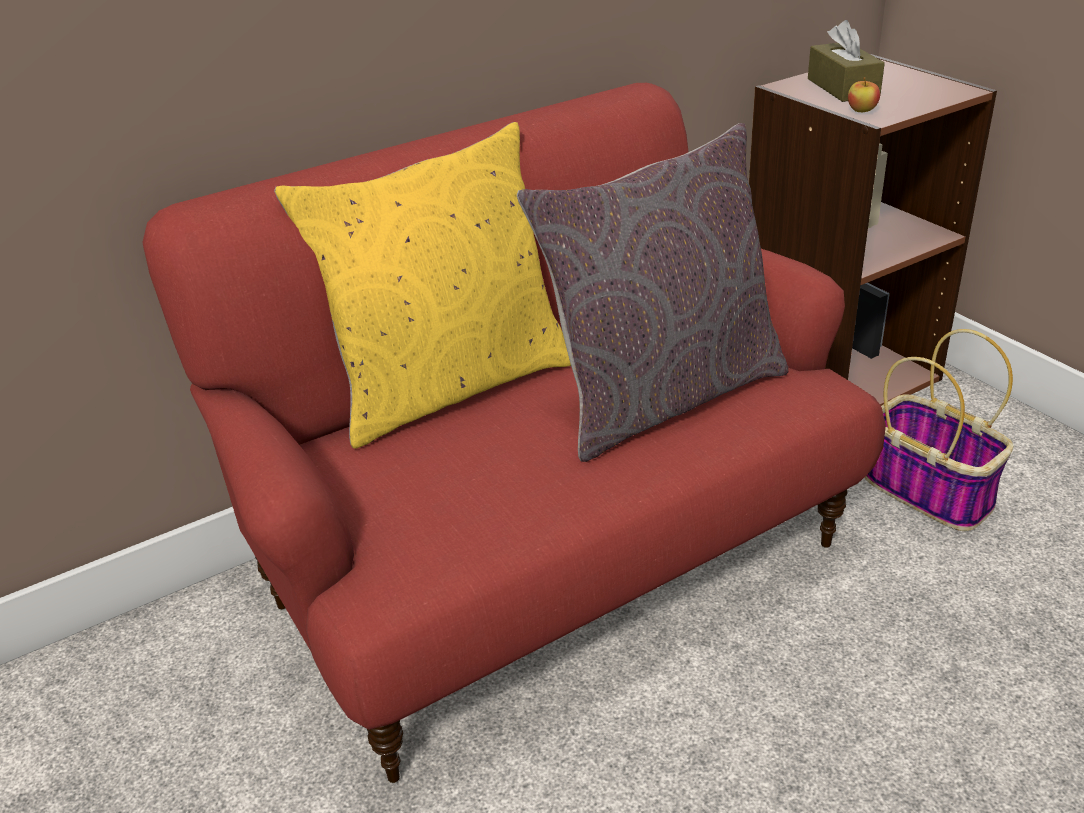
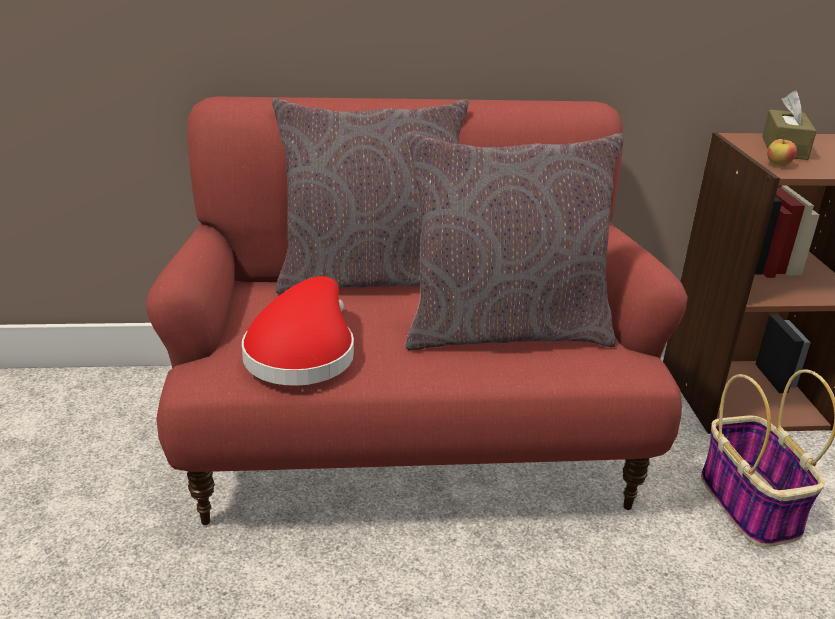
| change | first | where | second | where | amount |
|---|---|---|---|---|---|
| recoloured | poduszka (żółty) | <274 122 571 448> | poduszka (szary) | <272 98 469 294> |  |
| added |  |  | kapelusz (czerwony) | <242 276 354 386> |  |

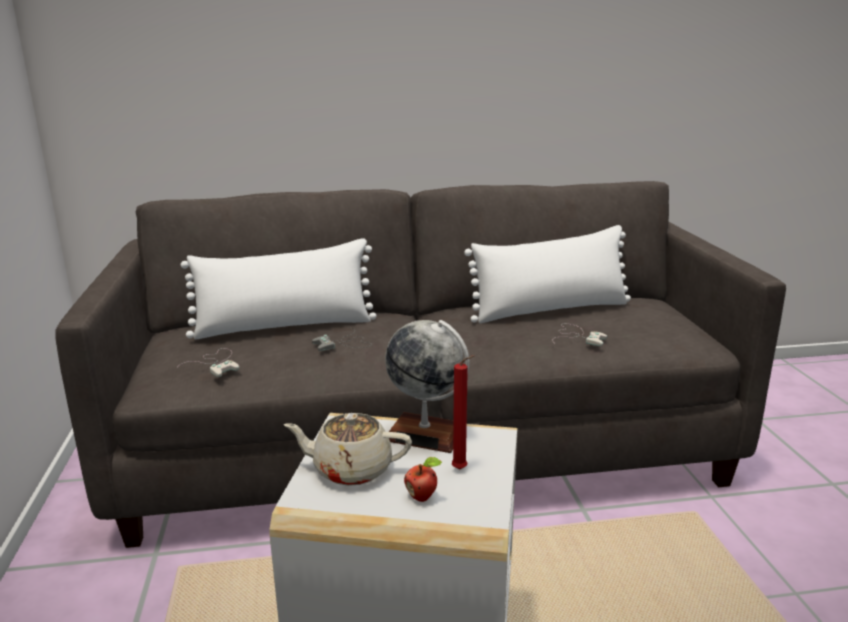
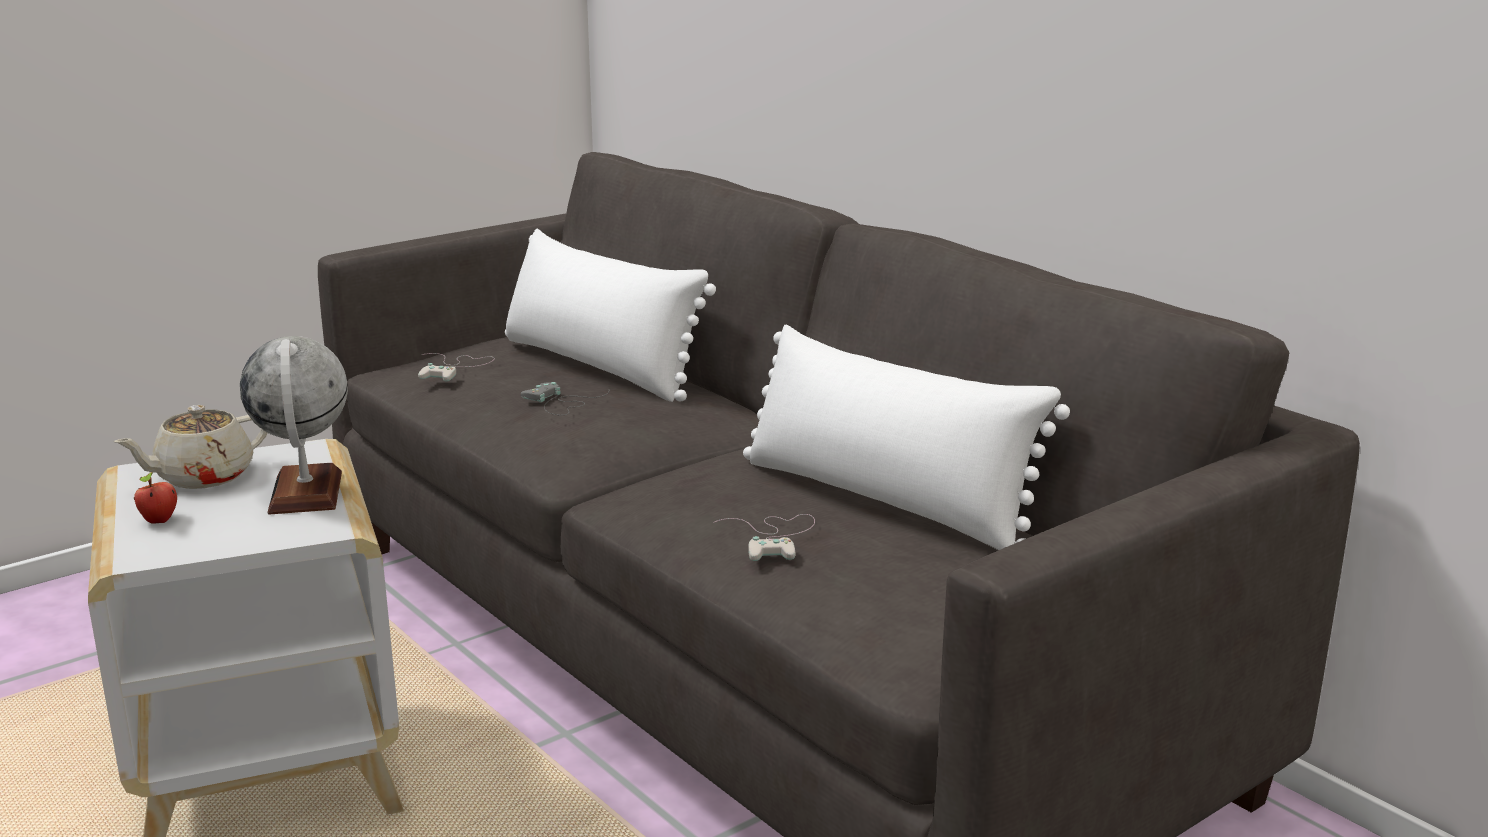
| change | first | where | second | where | amount |
|---|---|---|---|---|---|
| removed | świeca (czerwony) | <452 355 475 470> |  |  |  |
| turned | imbryk (beżowy) | <283 413 412 486> |  | <114 405 268 489> | 105 degrees counterclockwise |

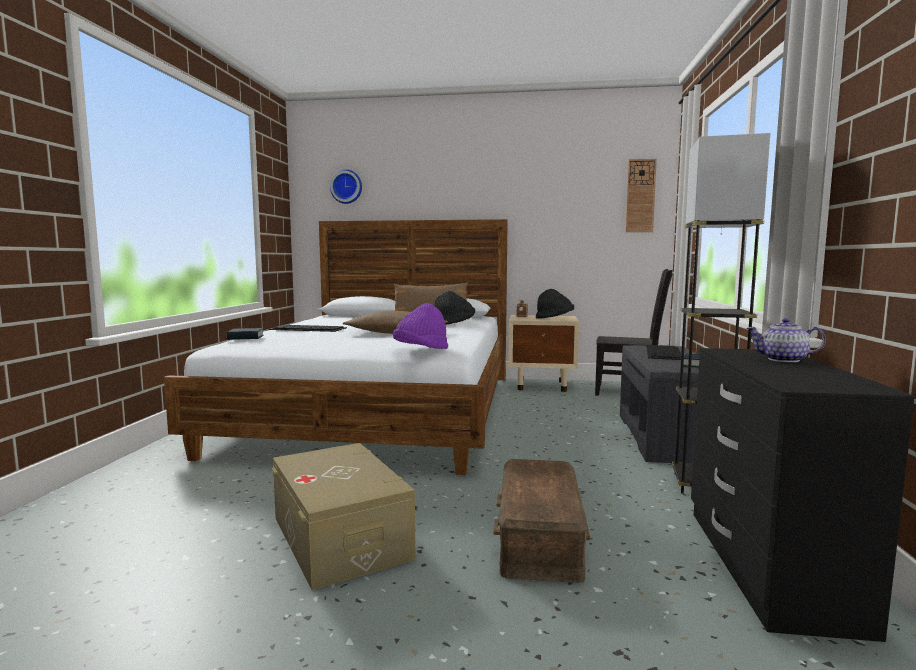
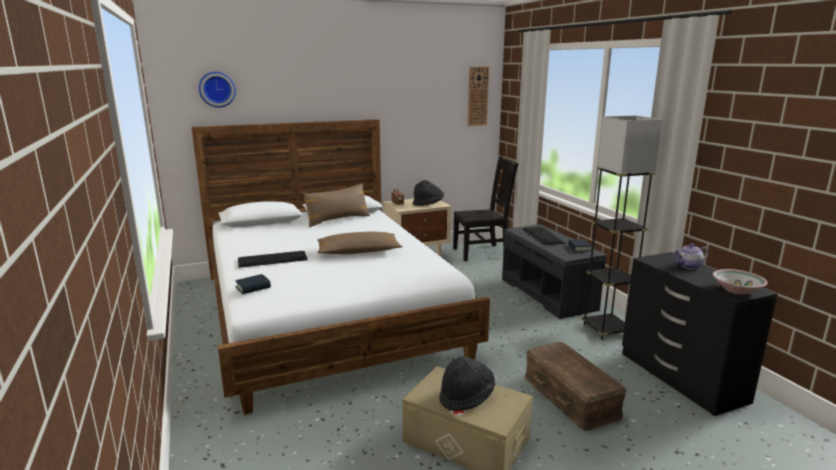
| change | first | where | second | where | amount |
|---|---|---|---|---|---|
| moved | kapelusz (czarny) | <435 291 475 325> |  | <439 356 495 411> |  |
| removed | kapelusz (fioletowy) | <393 303 448 349> |  |  |  |
| added |  |  | miska | <713 269 767 294> |  |

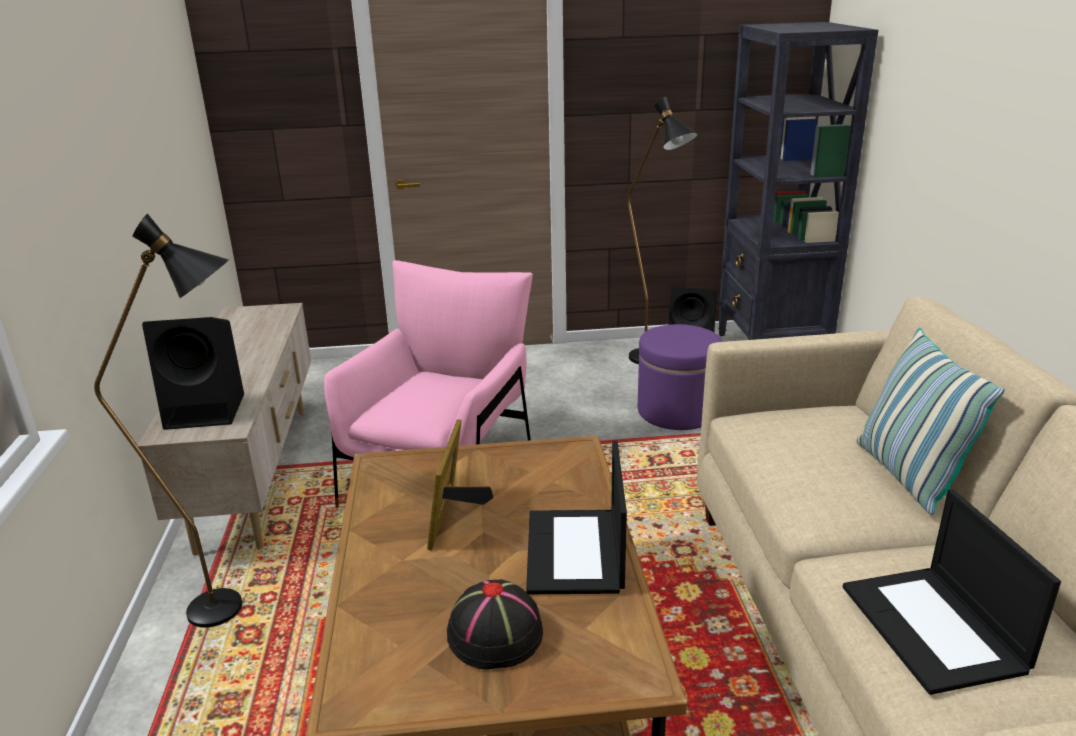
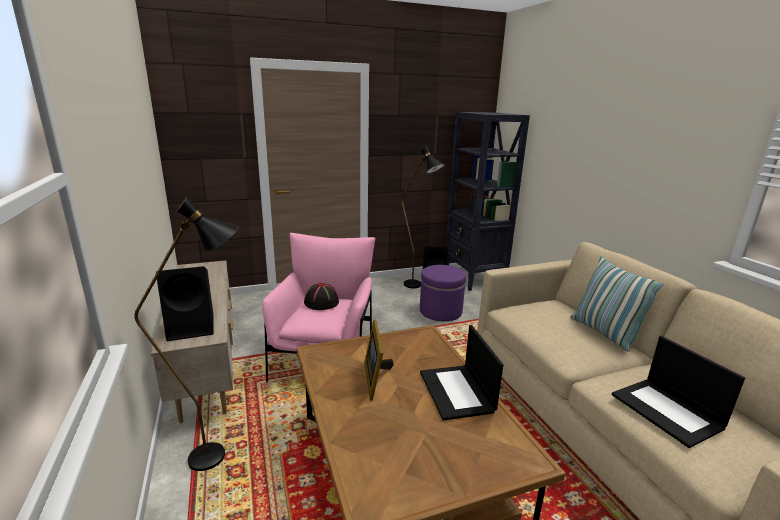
| change | first | where | second | where | amount |
|---|---|---|---|---|---|
| moved | kapelusz (czarny) | <447 579 543 669> |  | <304 283 339 310> |  |

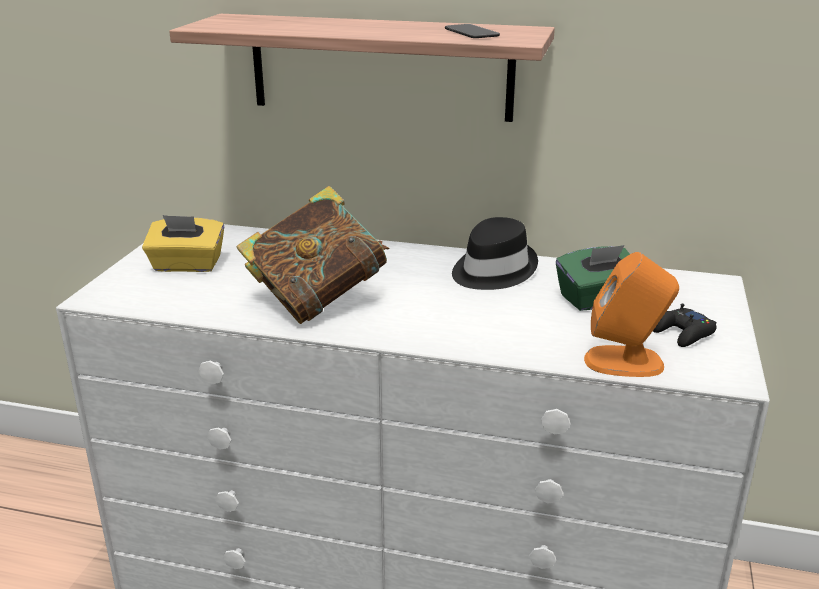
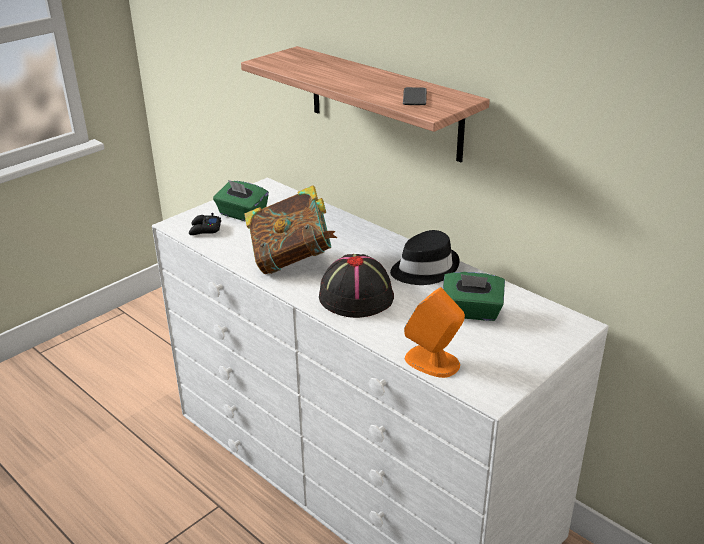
| change | first | where | second | where | amount |
|---|---|---|---|---|---|
| recoloured | pudełko chusteczek (żółty) | <142 215 224 272> | pudełko chusteczek (zielony) | <213 180 269 222> |  |
| moved | pad do gier (czarny) | <653 304 717 347> |  | <189 213 221 235> |  |
| added |  |  | kapelusz (czarny) | <319 254 394 318> |  |

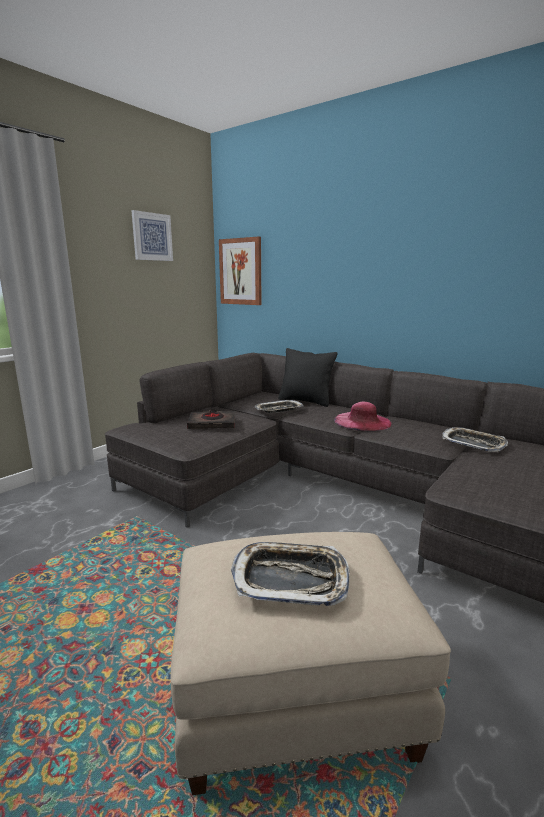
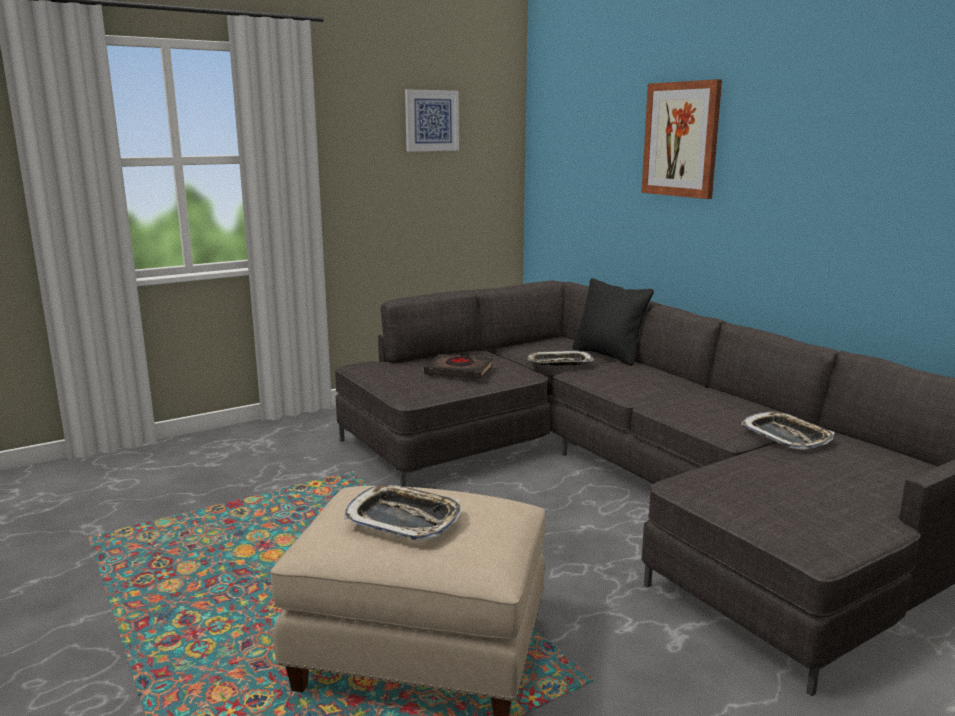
| change | first | where | second | where | amount |
|---|---|---|---|---|---|
| moved | obraz | <219 236 261 305> |  | <641 79 722 199> |  |
| removed | kapelusz (różowy) | <334 402 391 431> |  |  |  |

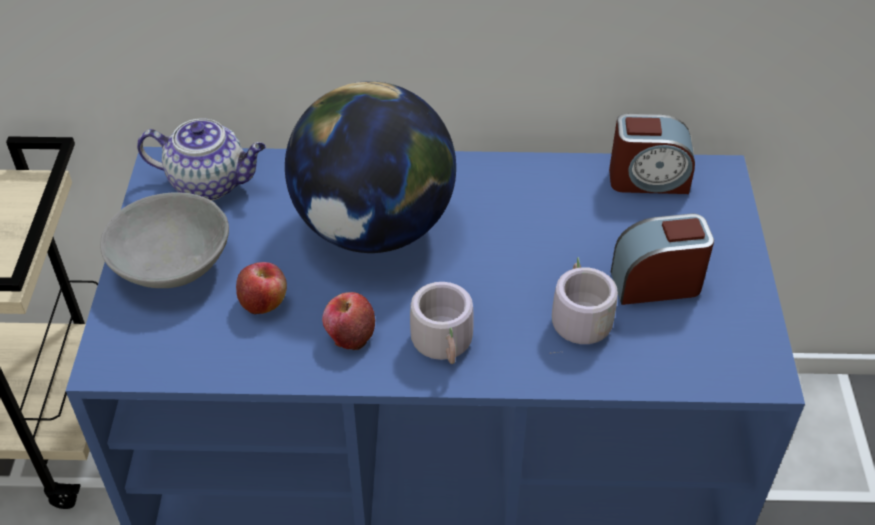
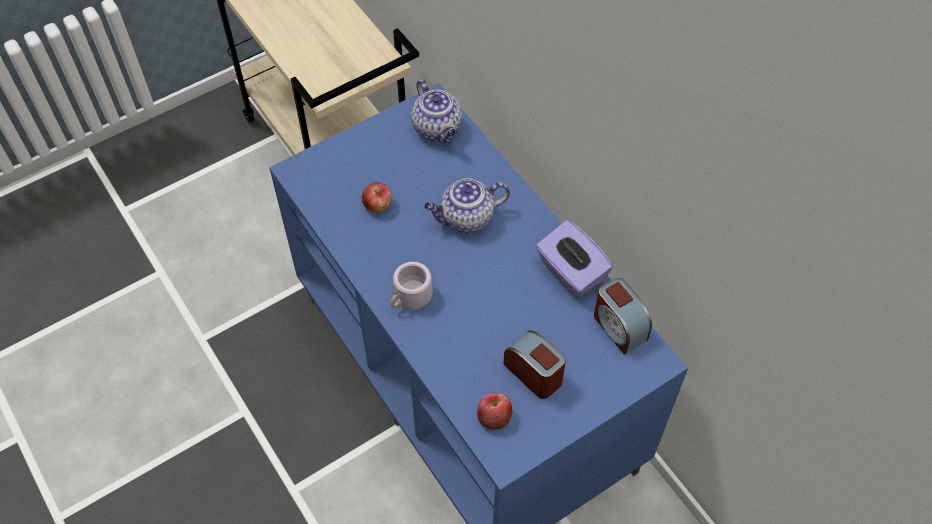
| change | first | where | second | where | amount |
|---|---|---|---|---|---|
| replaced | globus | <285 81 456 253> | imbryk | <424 178 510 233> |  |
| removed | miska (szary) | <100 192 229 288> |  |  |  |
| removed | kubek (szary) | <552 257 618 353> |  |  |  |
| moved | jabłko | <322 292 375 350> |  | <477 393 512 430> |  |
| added |  |  | pudełko chusteczek (fioletowy) | <536 220 613 298> |  |

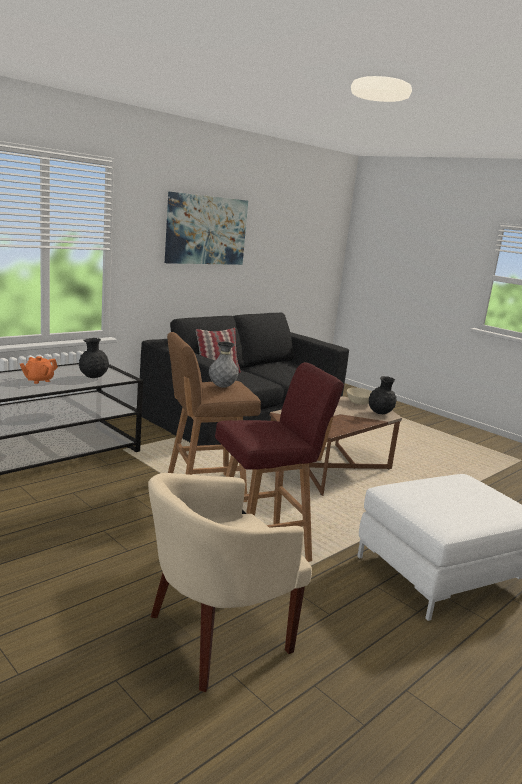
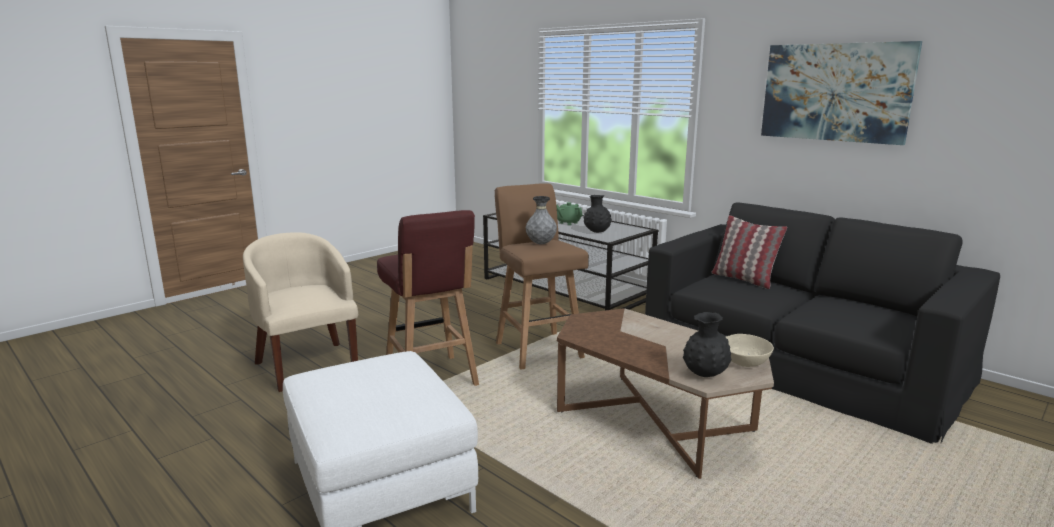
| change | first | where | second | where | amount |
|---|---|---|---|---|---|
| recoloured | imbryk (pomarańczowy) | <20 356 58 384> | imbryk (zielony) | <556 202 583 225> |  |

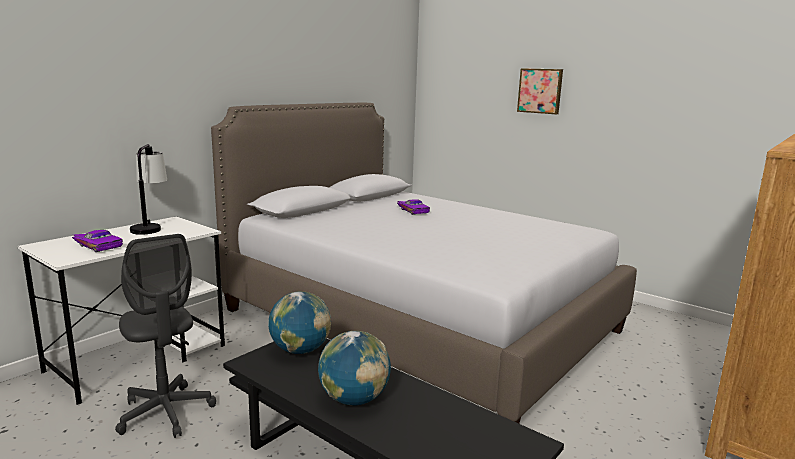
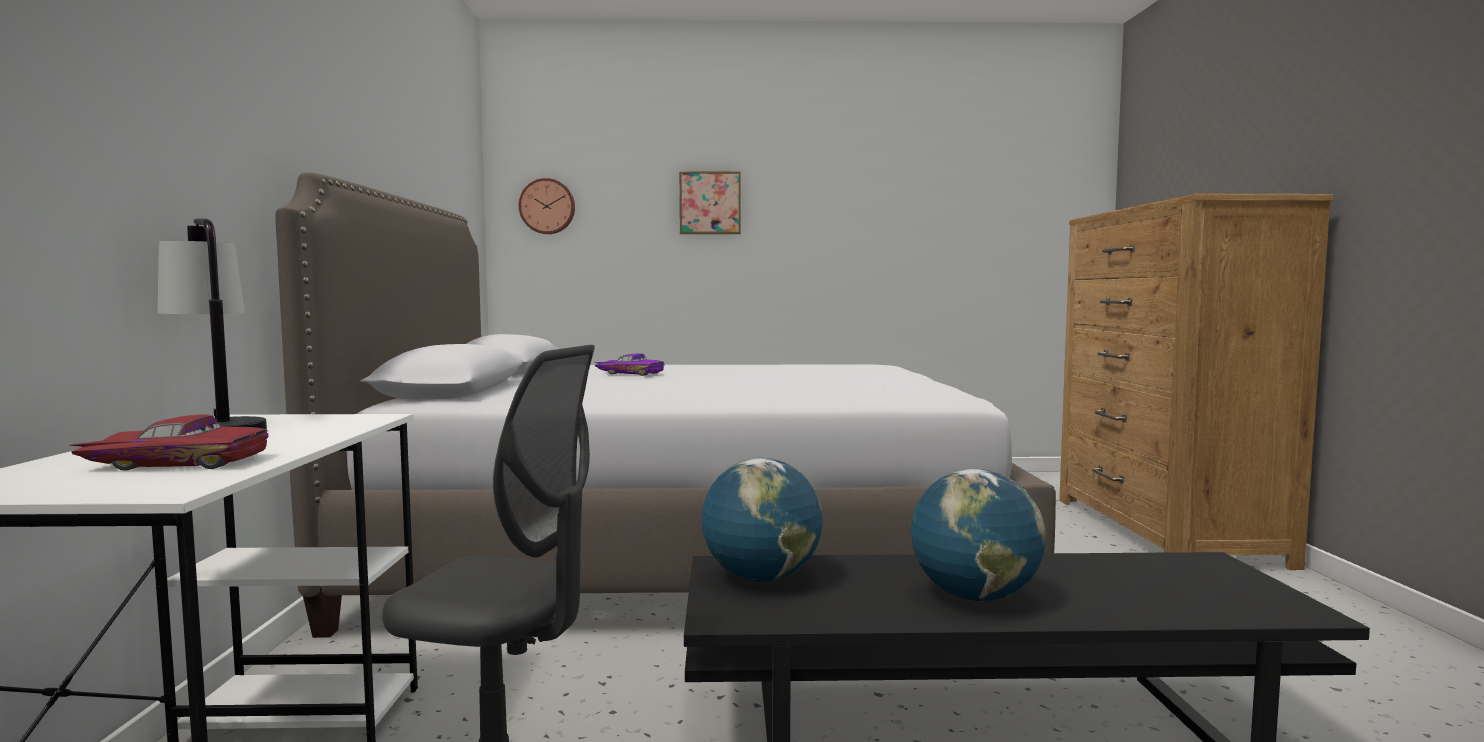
| change | first | where | second | where | amount |
|---|---|---|---|---|---|
| recoloured | samochodzik (fioletowy) | <72 230 123 252> | samochodzik (czerwony) | <69 414 268 471> |  |
| added |  |  | zegar ścienny | <519 178 575 234> |  |

